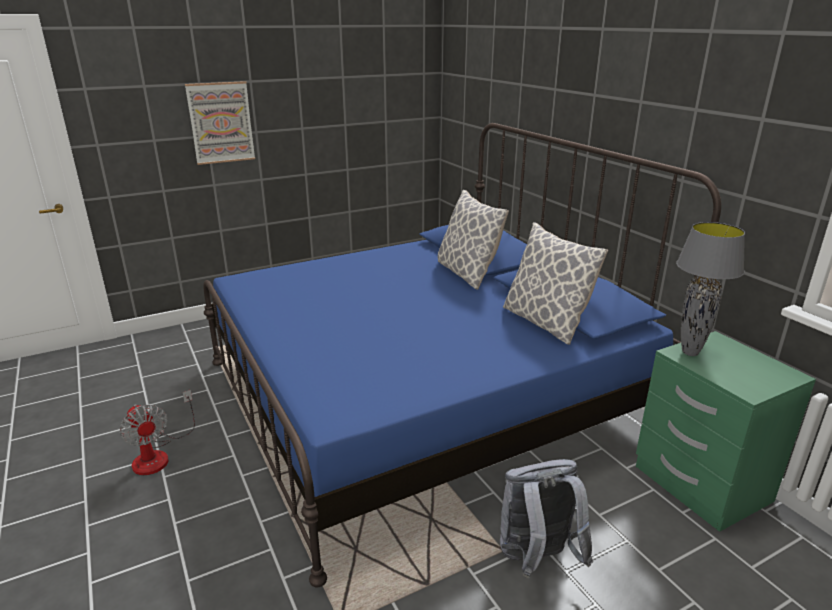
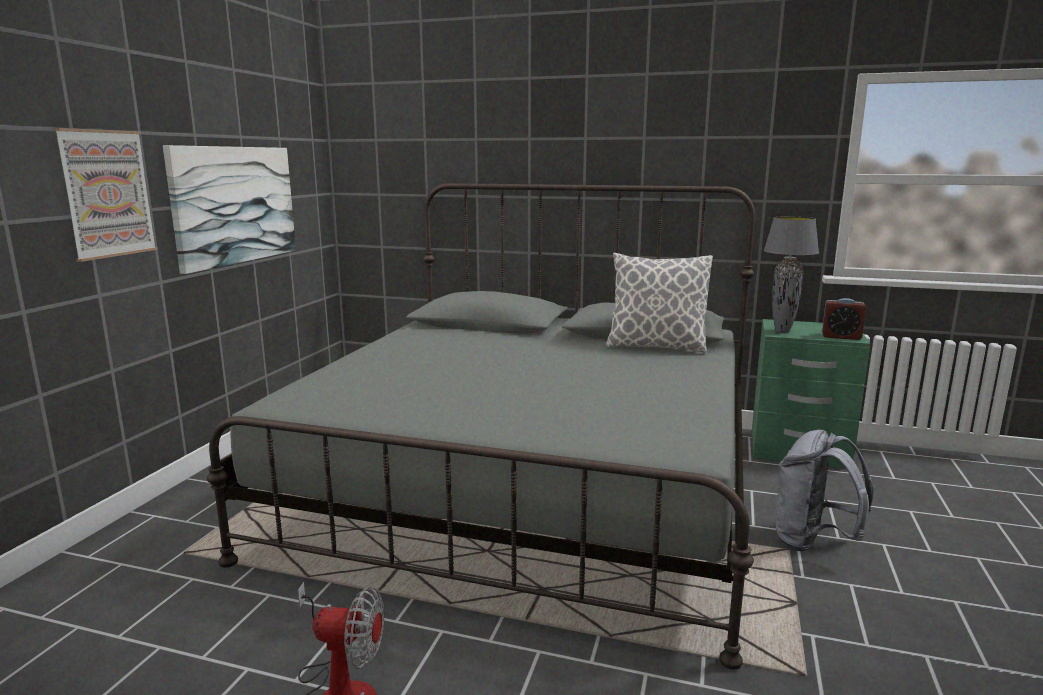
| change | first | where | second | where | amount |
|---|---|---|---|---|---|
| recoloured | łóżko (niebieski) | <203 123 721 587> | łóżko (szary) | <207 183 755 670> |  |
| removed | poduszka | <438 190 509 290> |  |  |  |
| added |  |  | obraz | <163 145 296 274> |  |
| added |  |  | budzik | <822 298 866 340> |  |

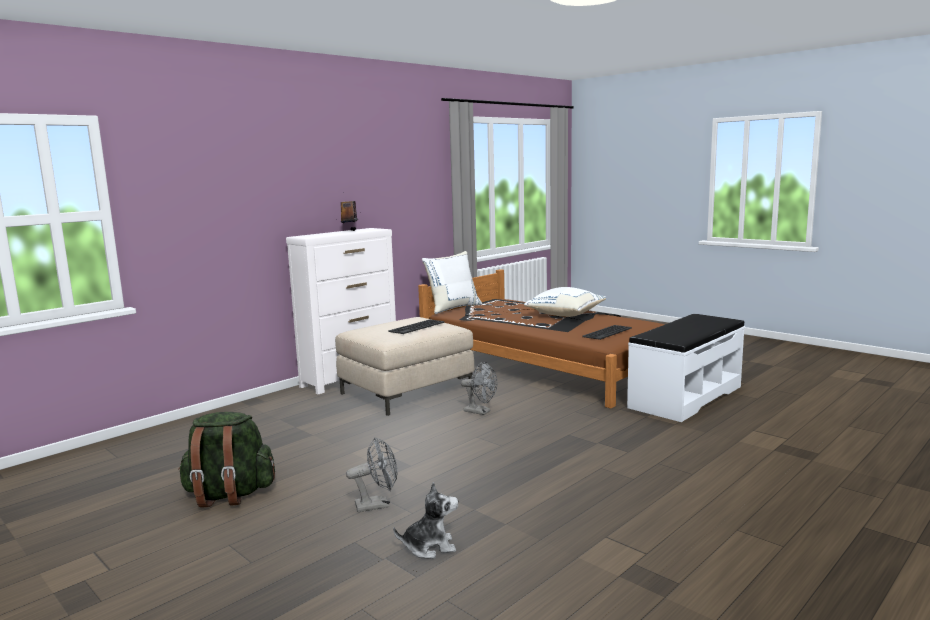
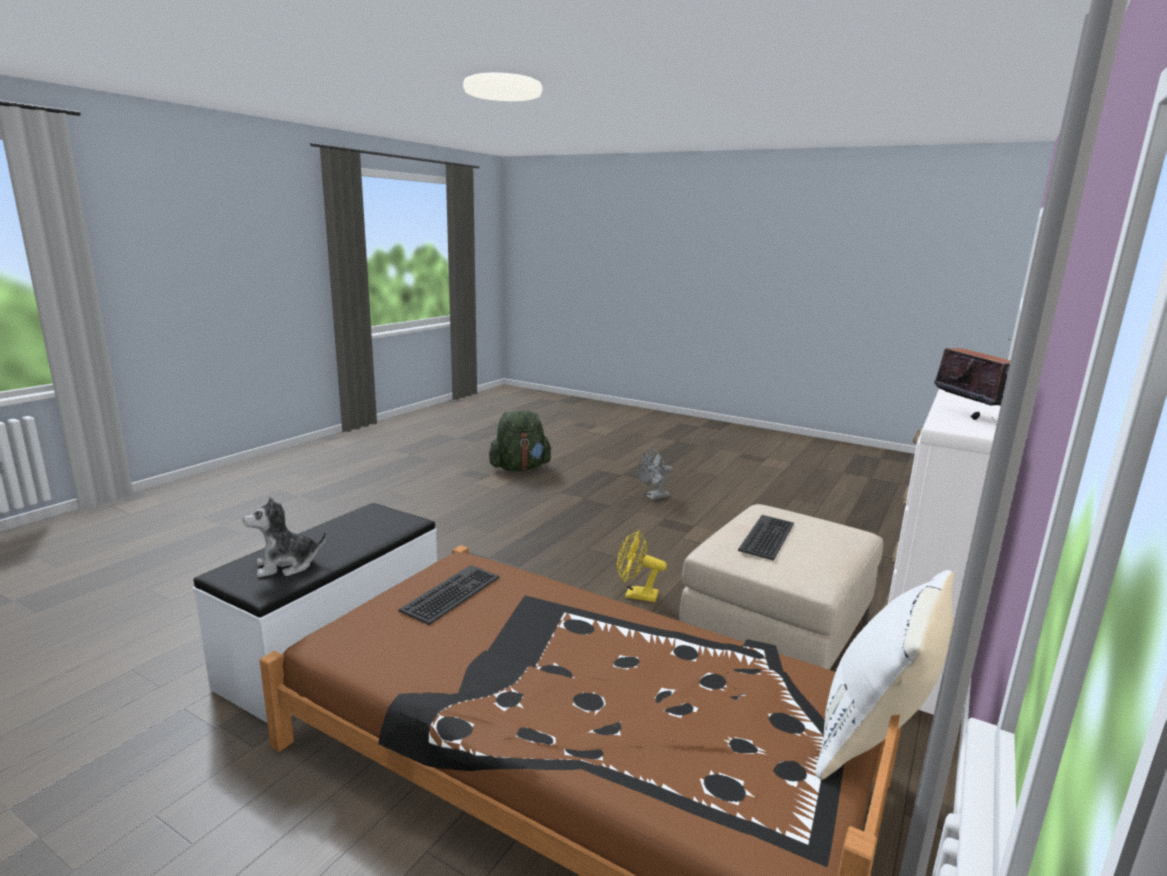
| change | first | where | second | where | amount |
|---|---|---|---|---|---|
| removed | poduszka (biały) | <524 287 606 317> |  |  |  |
| recoloured | wentylator (szary) | <461 362 497 415> | wentylator (żółty) | <617 530 667 602> |  |
| moved | plecak (zielony) | <178 412 275 507> |  | <489 411 551 472> |  |
| moved | pluszak | <393 482 458 559> |  | <243 496 327 577> |  |

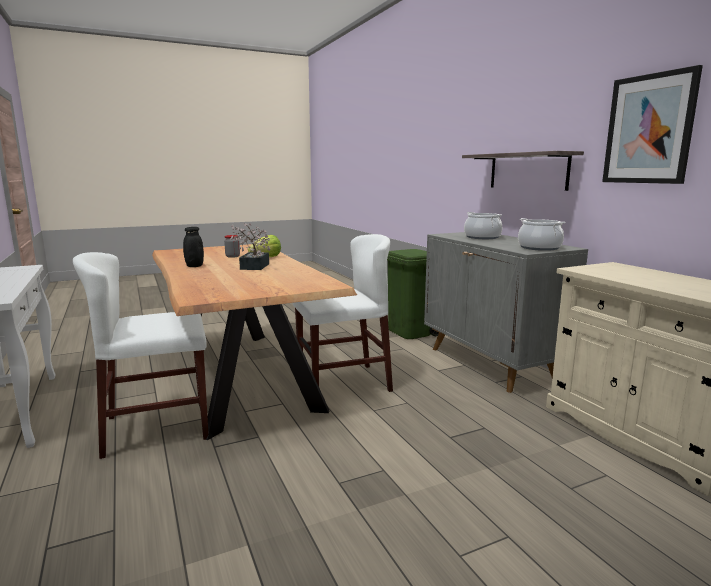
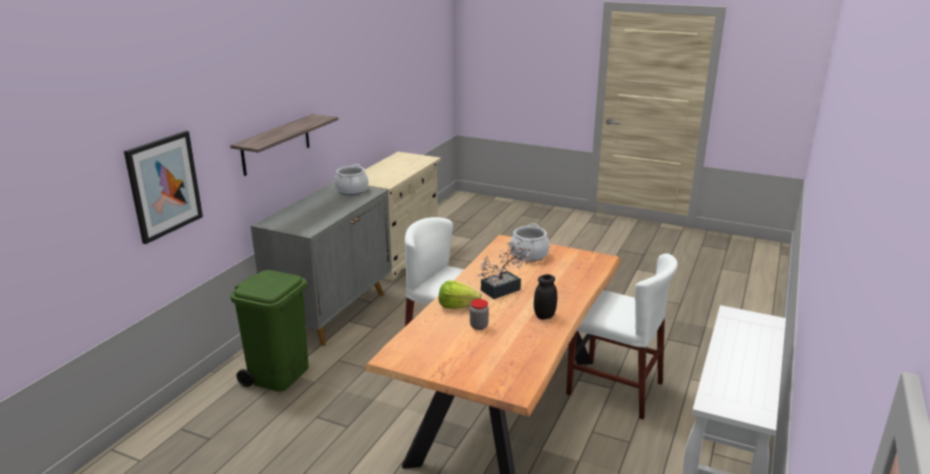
| change | first | where | second | where | amount |
|---|---|---|---|---|---|
| moved | obraz | <602 65 703 184> |  | <124 131 203 244> |  |
| moved | garnek | <464 212 502 239> |  | <510 223 550 262> |  |

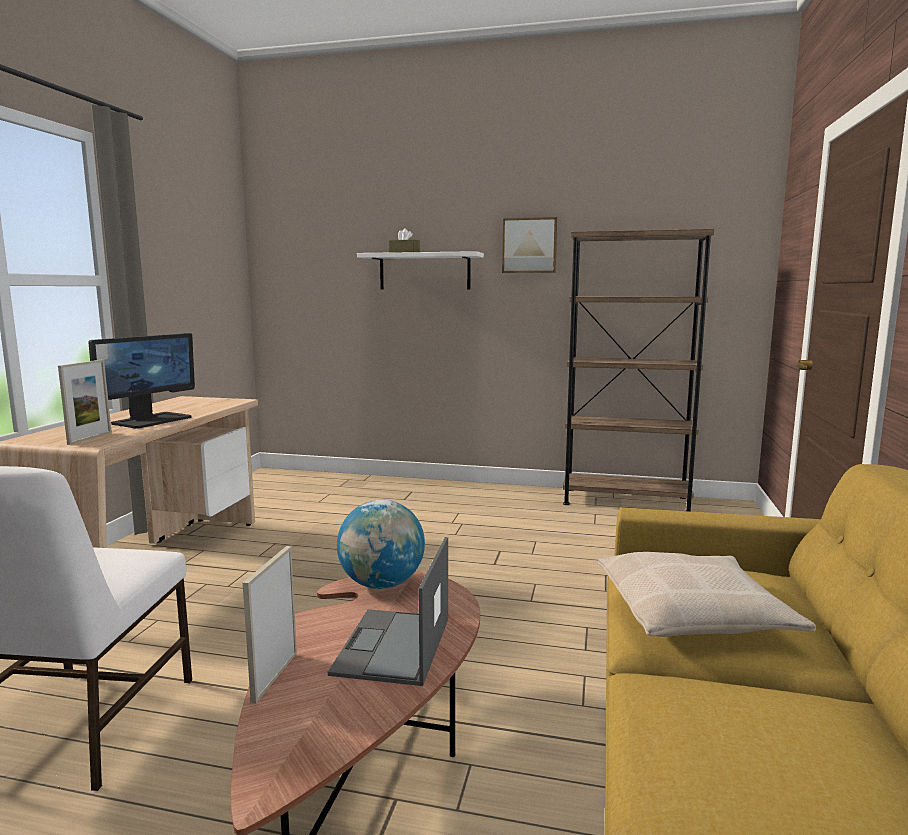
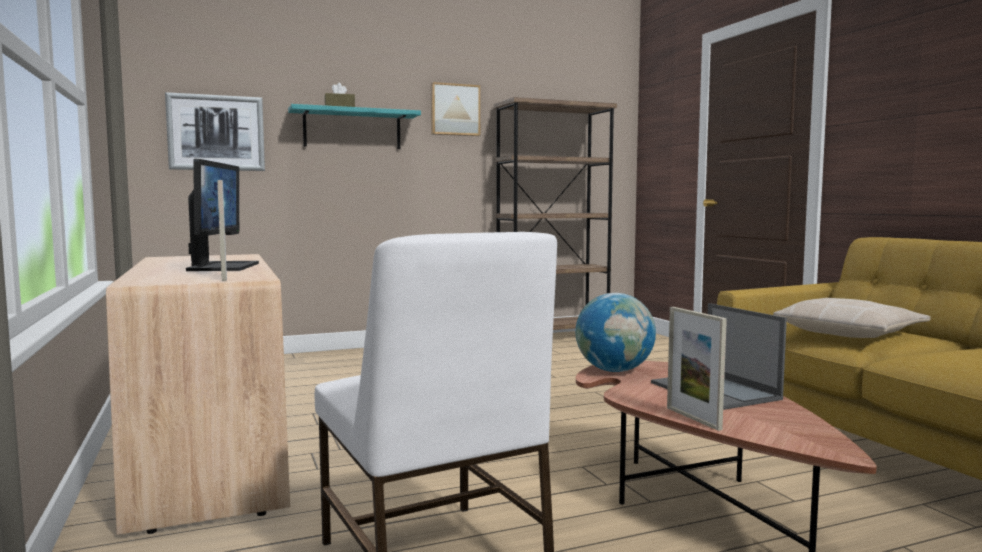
| change | first | where | second | where | amount |
|---|---|---|---|---|---|
| recoloured | półka (biały) | <357 251 484 289> | półka (turkusowy) | <288 104 421 149> |  |
| added |  |  | obraz | <165 92 265 171> |  |

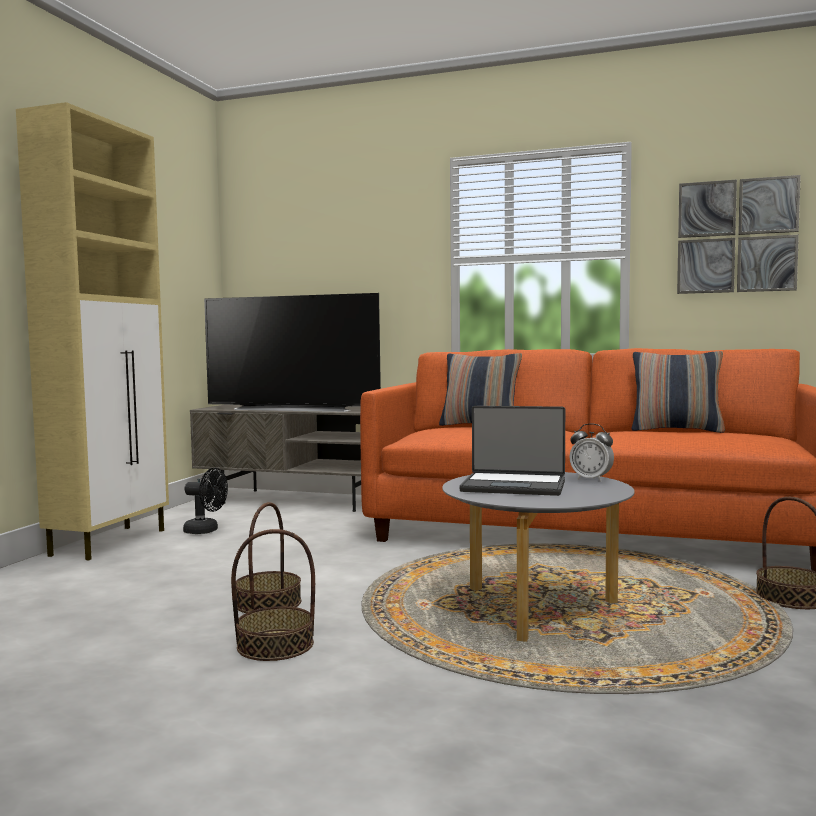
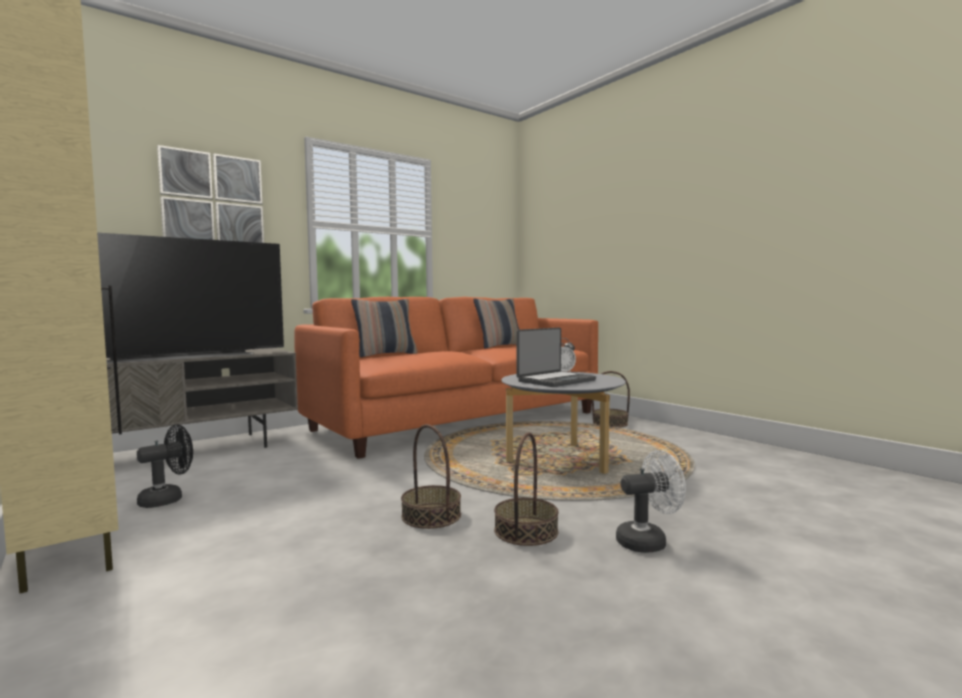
| change | first | where | second | where | amount |
|---|---|---|---|---|---|
| moved | obraz | <677 175 801 294> |  | <157 145 264 243> |  |
| added |  |  | wentylator (biały) | <616 450 686 553> |  |

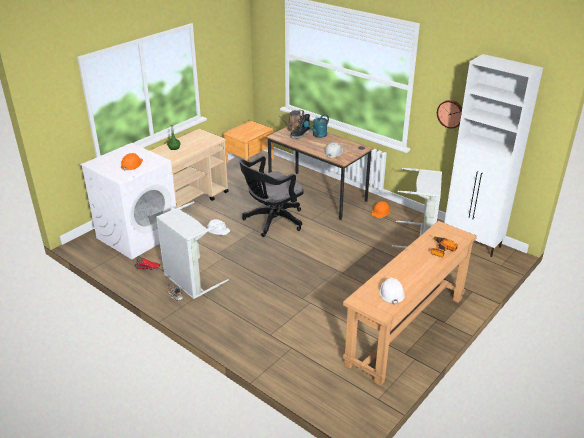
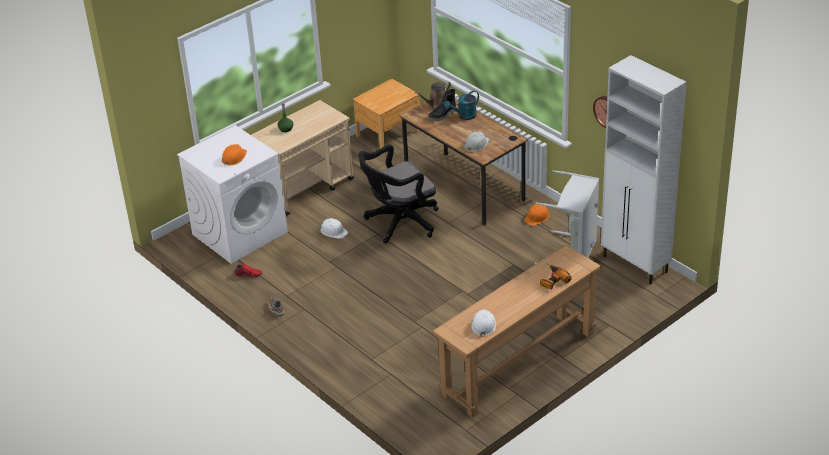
| change | first | where | second | where | amount |
|---|---|---|---|---|---|
| removed | kosz na pranie (szary) | <156 201 229 299> |  |  |  |

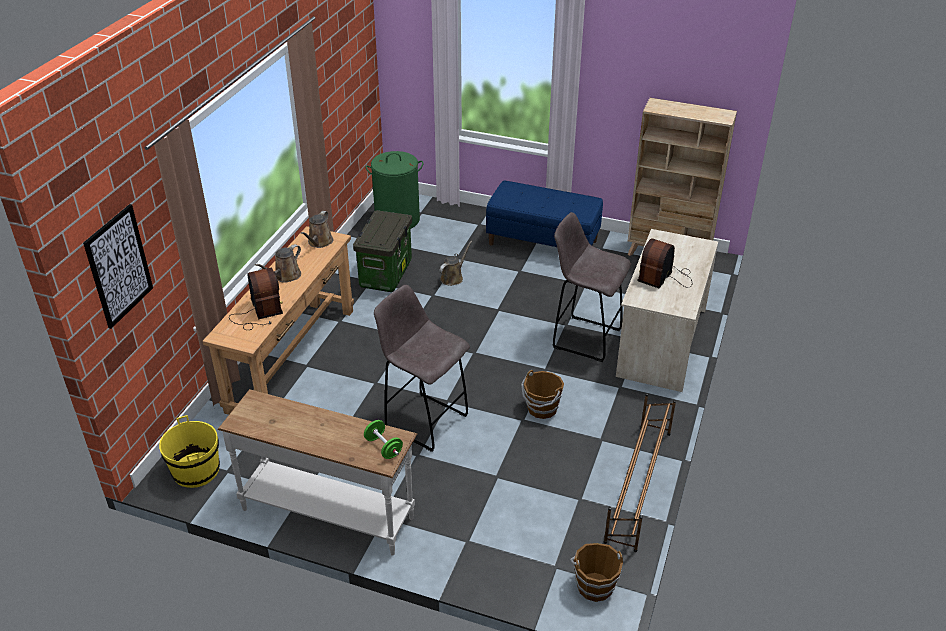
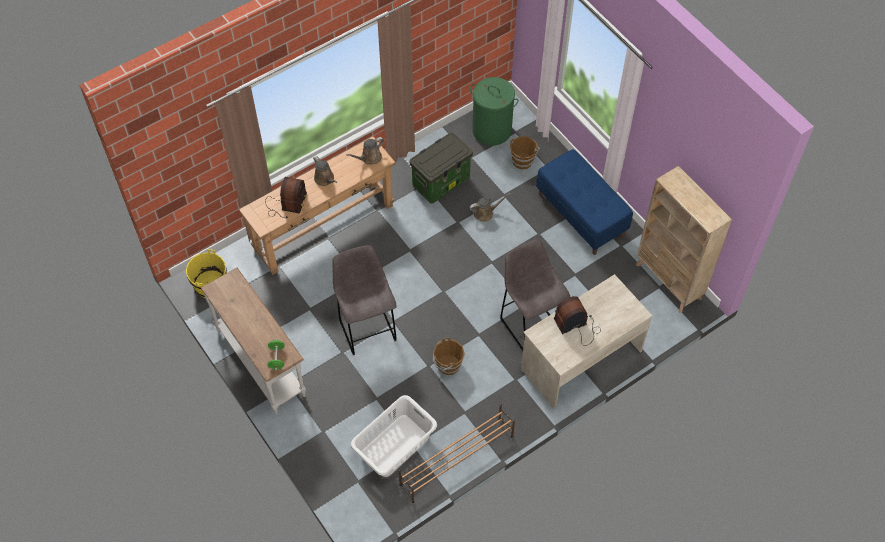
| change | first | where | second | where | amount |
|---|---|---|---|---|---|
| removed | obraz | <83 204 153 329> |  |  |  |
| turned | konewka (brązowy) | <255 244 301 283> |  | <313 156 337 186> | 105 degrees counterclockwise |
| moved | wiadro (brązowy) | <570 543 623 602> |  | <510 136 540 170> |  |
| added |  |  | kosz na pranie (biały) | <350 395 437 477> |  |

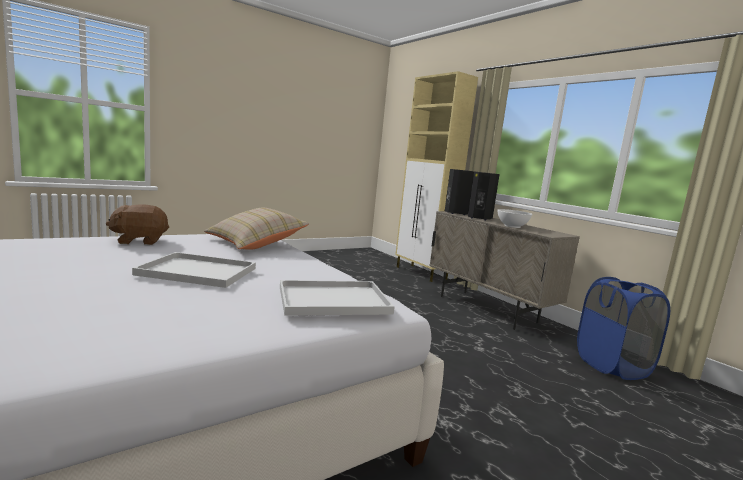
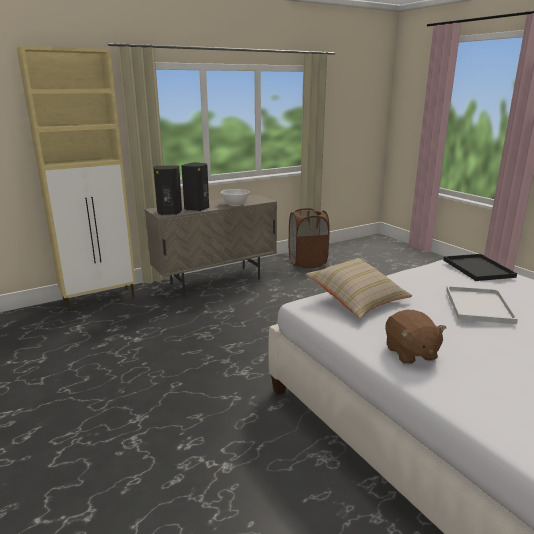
| change | first | where | second | where | amount |
|---|---|---|---|---|---|
| recoloured | kosz na pranie (niebieski) | <577 277 670 380> | kosz na pranie (brązowy) | <289 208 330 268> |  |
| recoloured | taca (biały) | <280 280 395 316> | taca (czarny) | <443 254 517 281> |  |

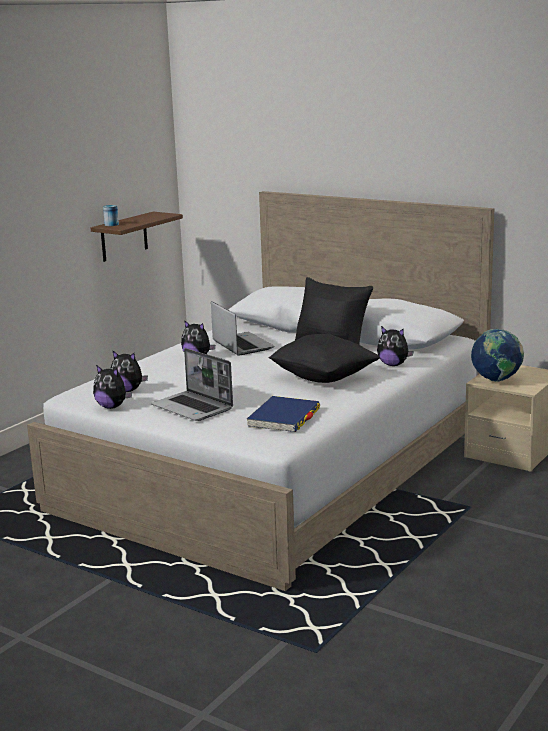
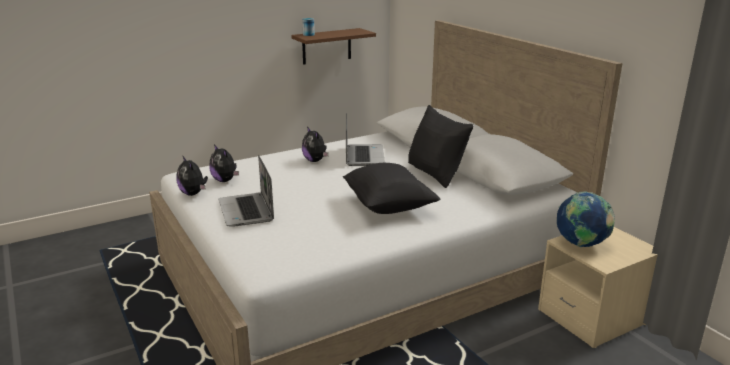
| change | first | where | second | where | amount |
|---|---|---|---|---|---|
| removed | pluszak | <377 326 414 366> |  |  |  |
| removed | książka (niebieski) | <247 396 320 432> |  |  |  |

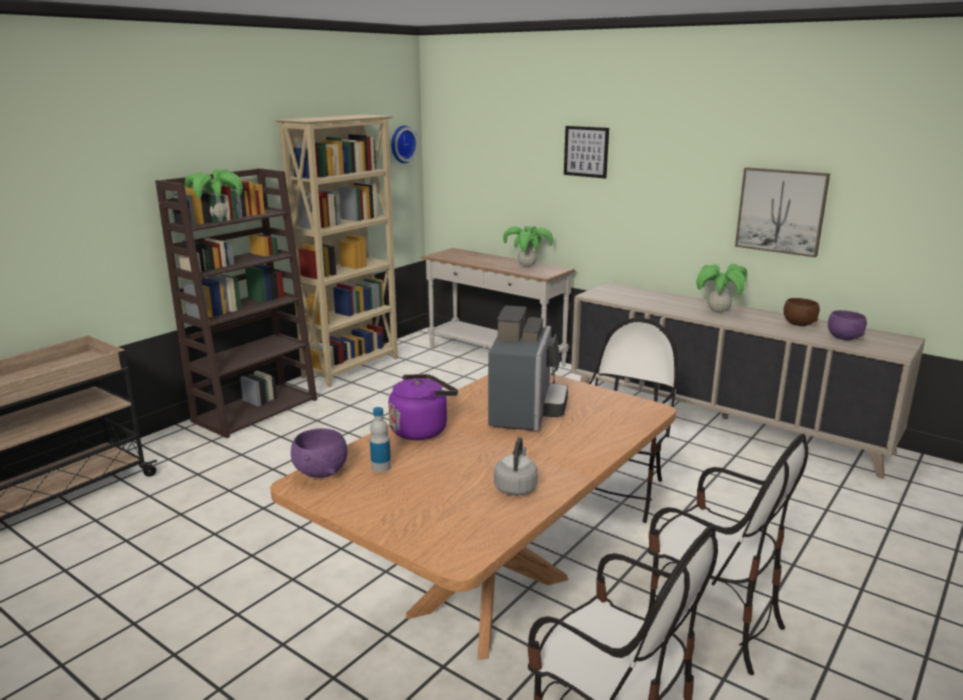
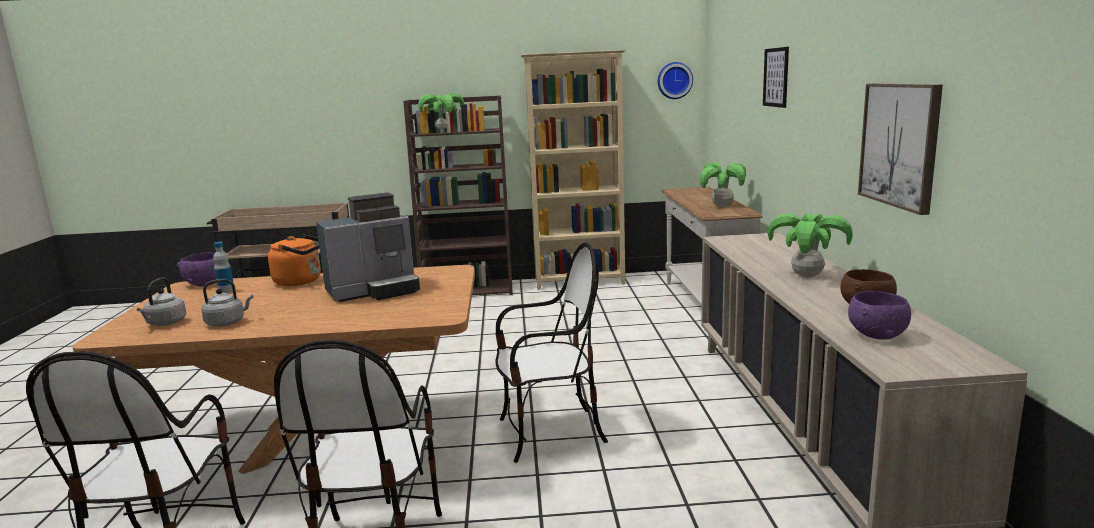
| change | first | where | second | where | amount |
|---|---|---|---|---|---|
| recoloured | czajnik (fioletowy) | <388 374 458 440> | czajnik (pomarańczowy) | <268 235 321 286> |  |
| added |  |  | czajnik (szary) | <137 278 186 326> |  |

